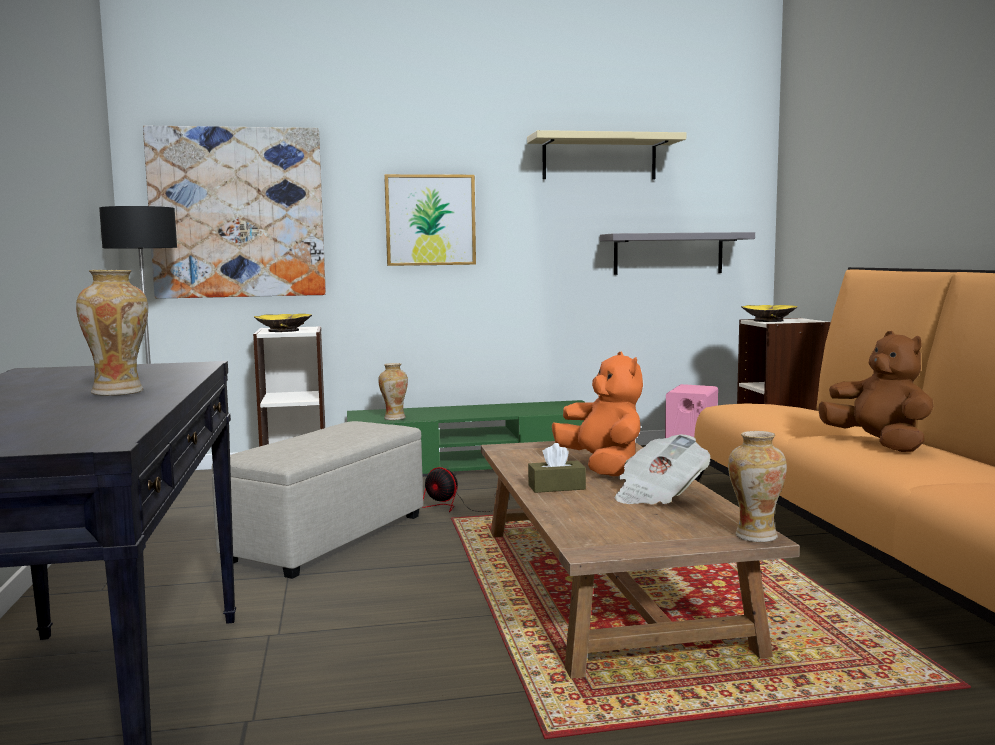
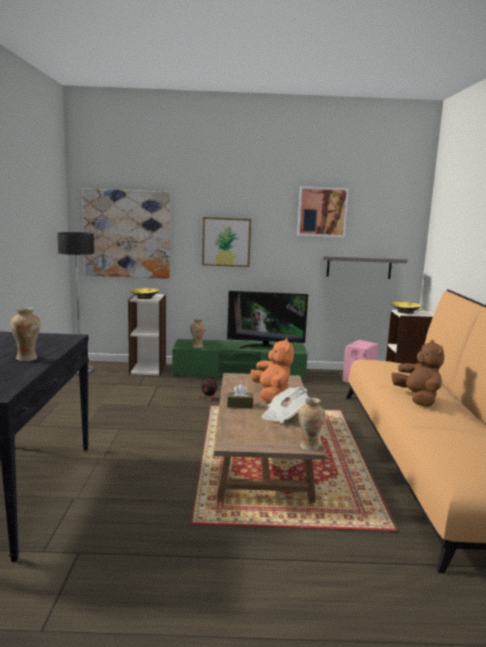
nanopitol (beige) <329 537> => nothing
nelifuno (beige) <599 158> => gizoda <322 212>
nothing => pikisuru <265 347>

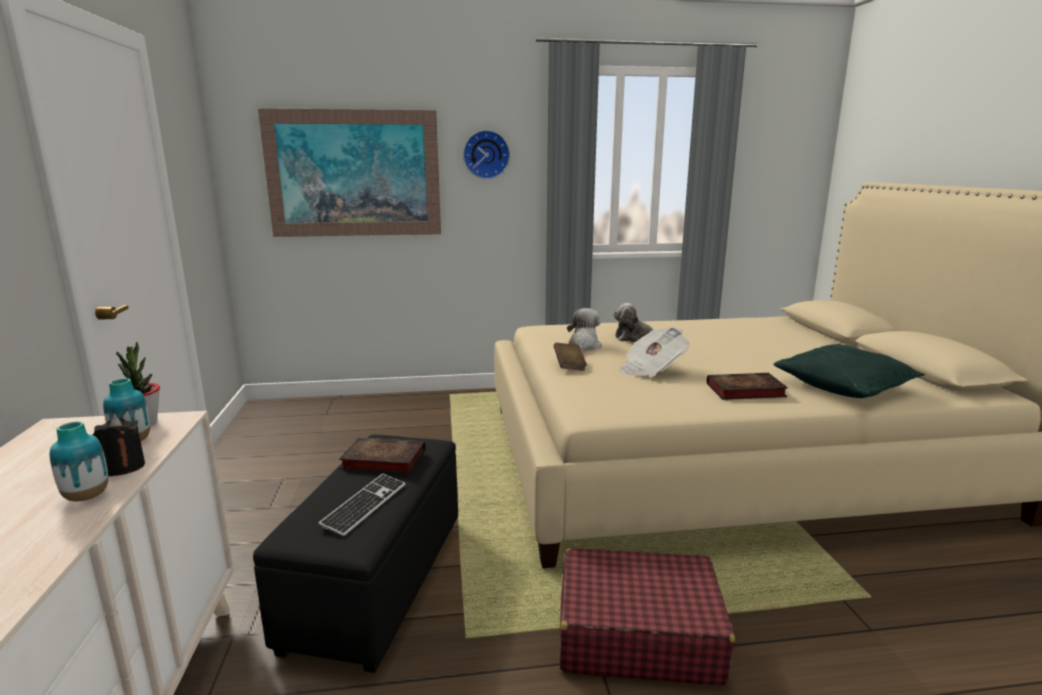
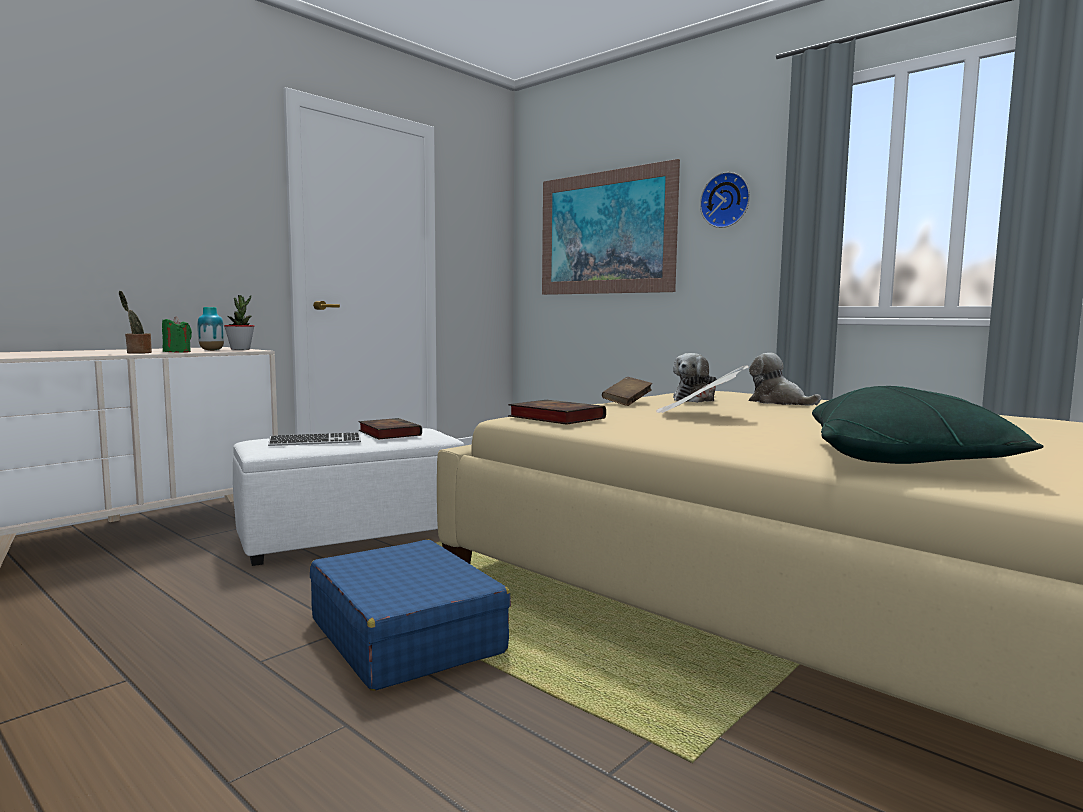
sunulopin <87 496> => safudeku <137 353>
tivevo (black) <123 467> => tivevo (green) <177 352>
nanopitol (black) <378 579> => nanopitol (white) <354 536>
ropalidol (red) <637 633> => ropalidol (blue) <406 635>
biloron <583 346> => biloron <695 399>, 150 degrees clockwise
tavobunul <743 391> => tavobunul <553 418>, relocated

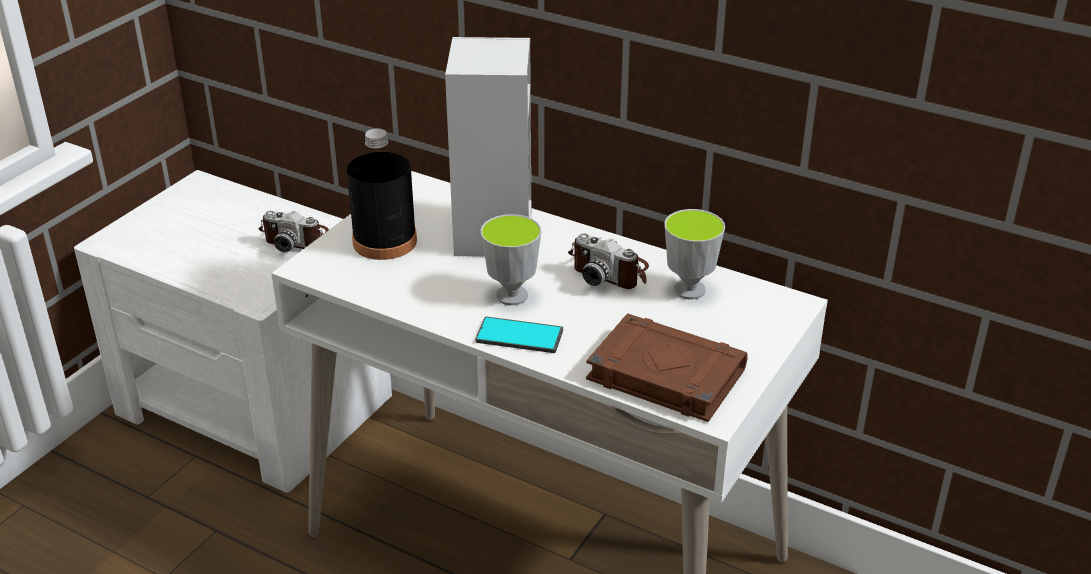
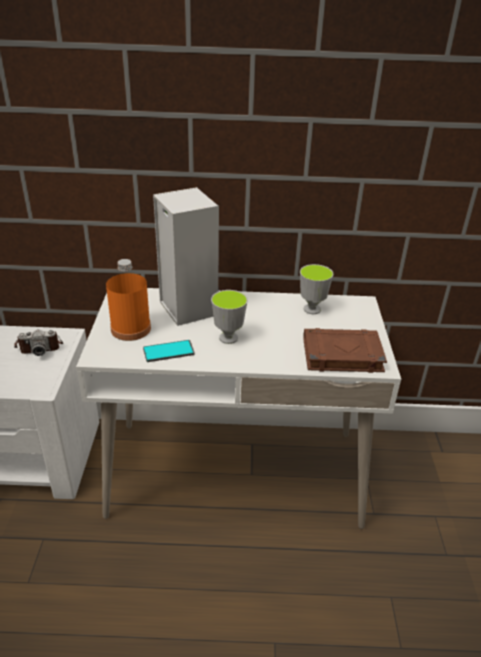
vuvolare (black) <385 242> => vuvolare (orange) <131 329>
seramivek <519 336> => seramivek <168 351>, relocated
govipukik <610 271> => nothing

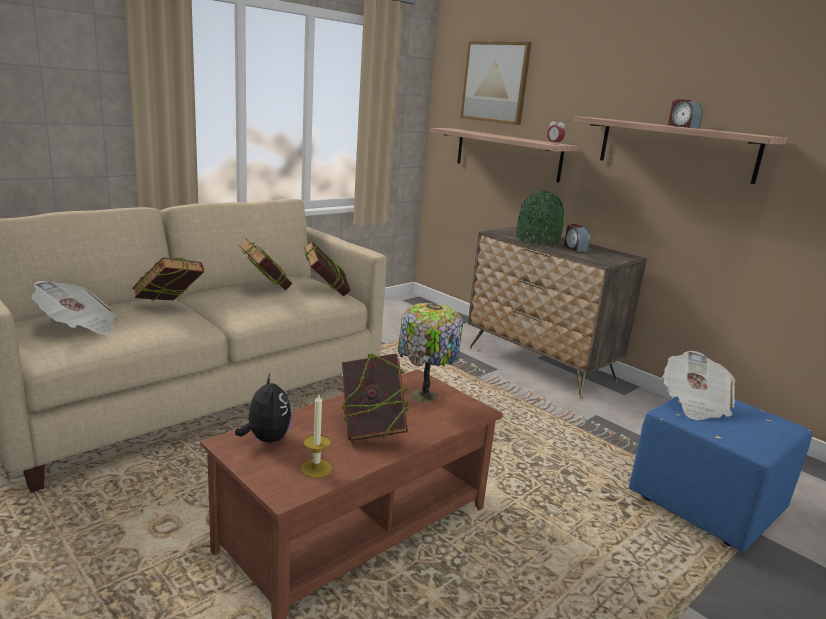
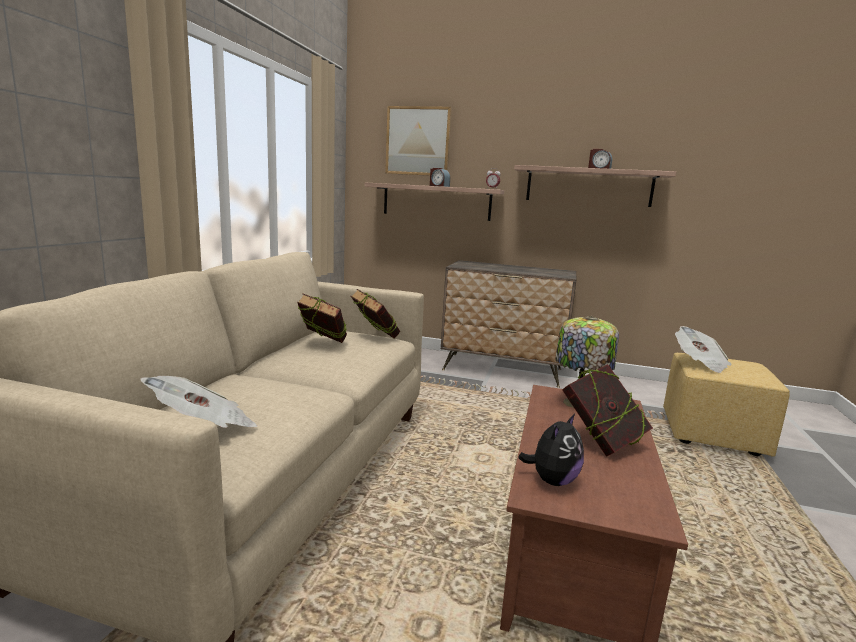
tavobunul <169 307> => nothing
biloron <266 439> => biloron <552 480>, 90 degrees clockwise
tivevo <316 468> => nothing
sunulopin (green) <537 240> => nothing
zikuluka <575 248> => zikuluka <439 186>, relocated
nanopitol (blue) <707 504> => nanopitol (yellow) <712 434>

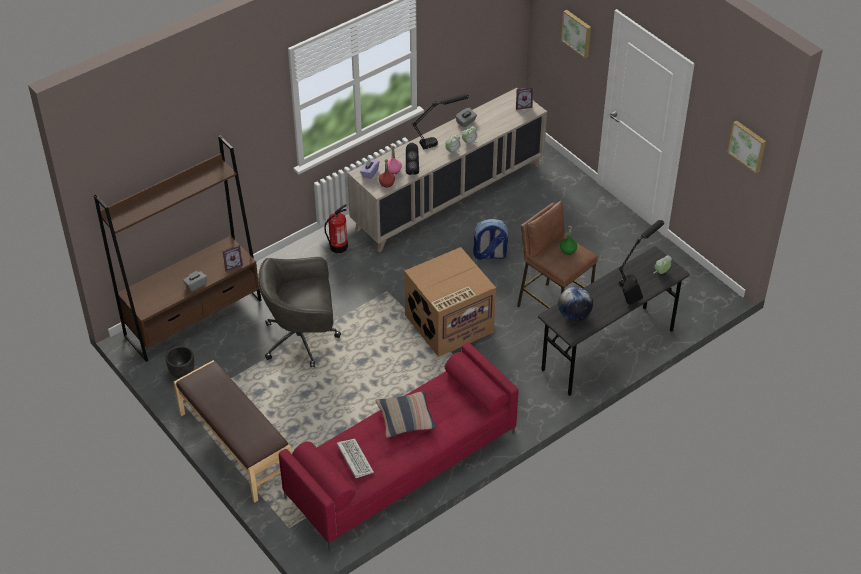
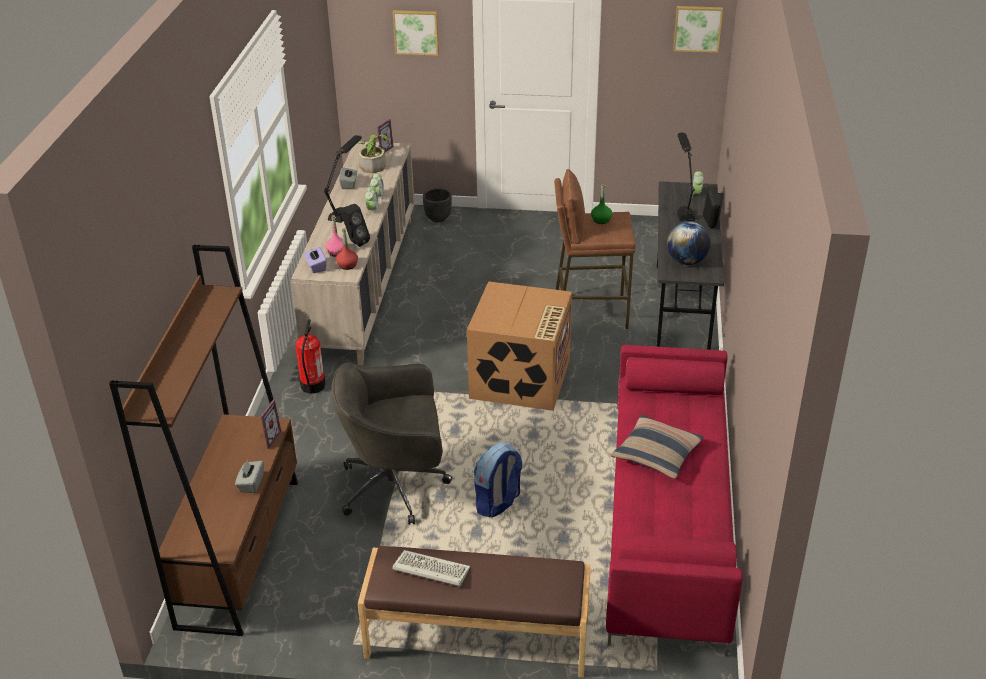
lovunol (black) <182 372> => lovunol (black) <437 218>, relocated
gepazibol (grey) <302 339> => gepazibol (grey) <396 486>, 45 degrees clockwise
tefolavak <353 458> => tefolavak <429 570>, relocated
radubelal <489 255> => radubelal <498 503>, relocated
nothing => safudeku <373 165>

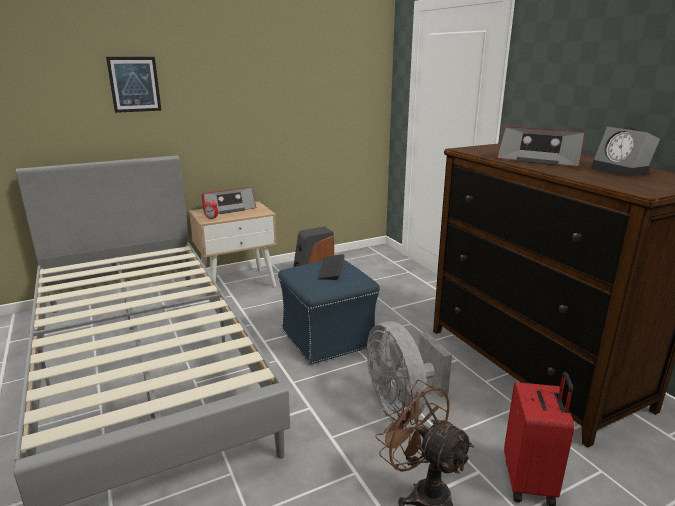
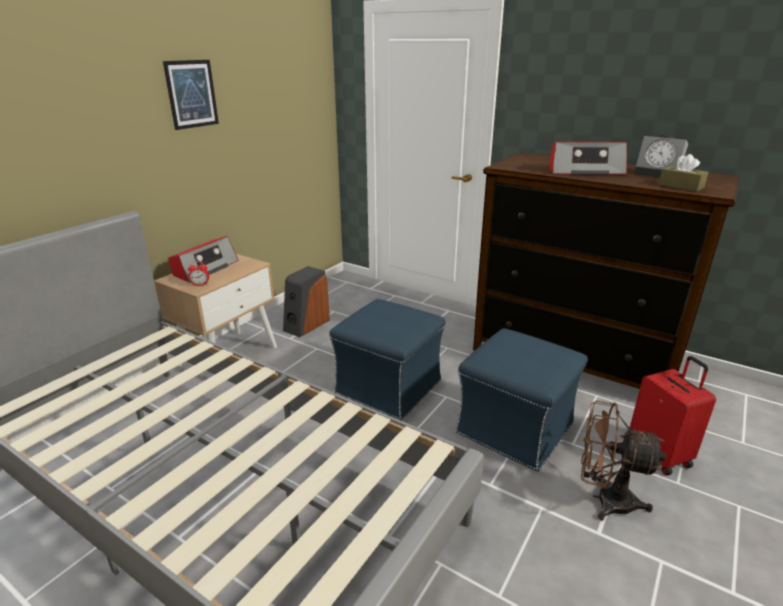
gizoda <134 84> => gizoda <192 94>, relocated
tefolavak <331 268> => nothing
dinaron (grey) <402 405> => nanopitol (blue) <516 429>
nothing => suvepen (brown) <681 186>

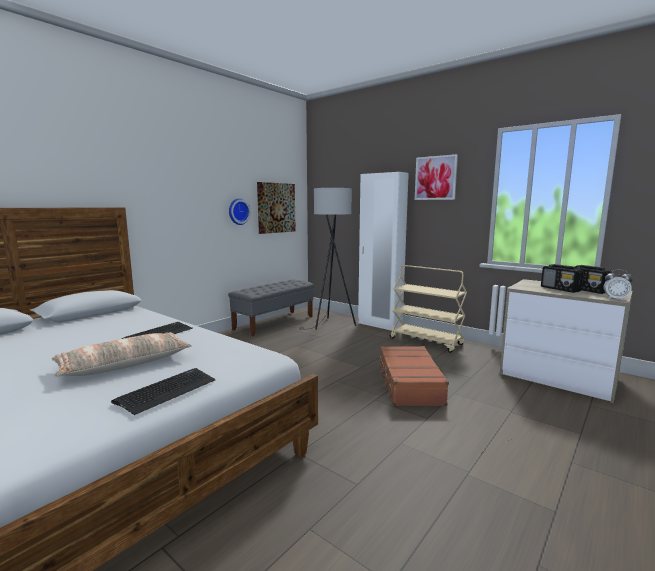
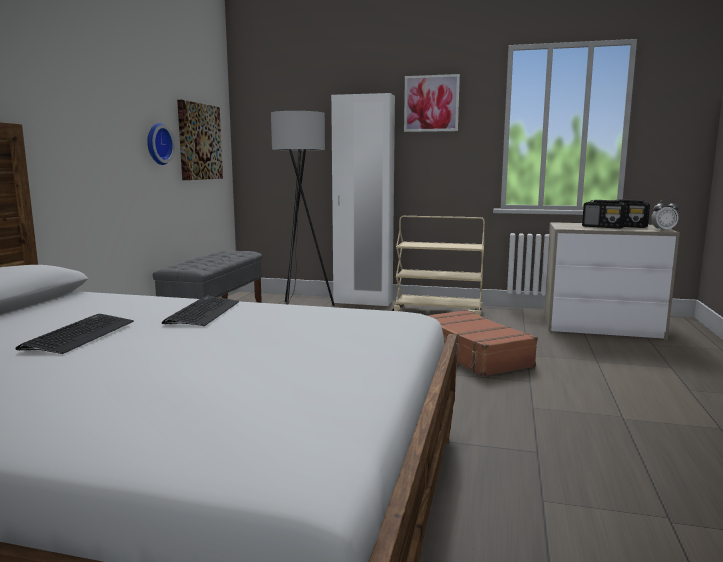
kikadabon <125 364> => nothing
tefolavak <167 391> => tefolavak <79 335>, relocated

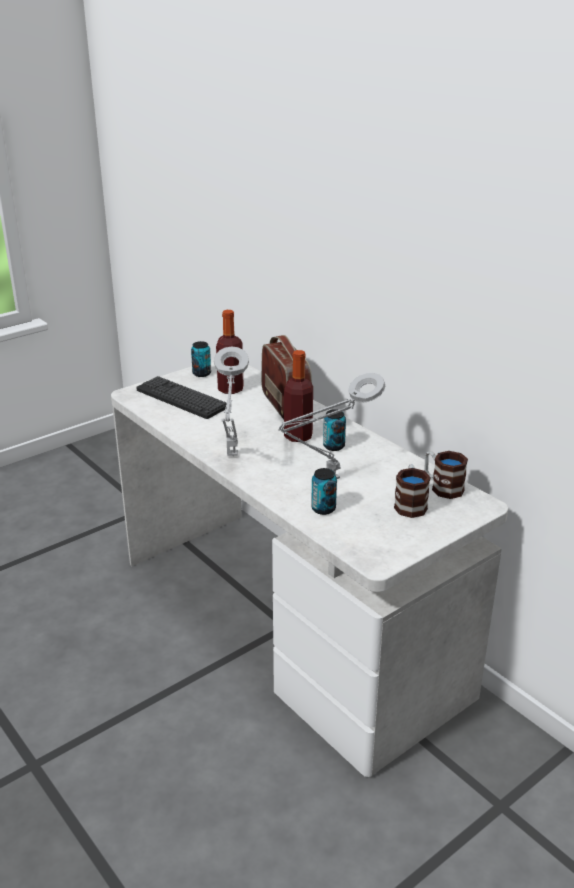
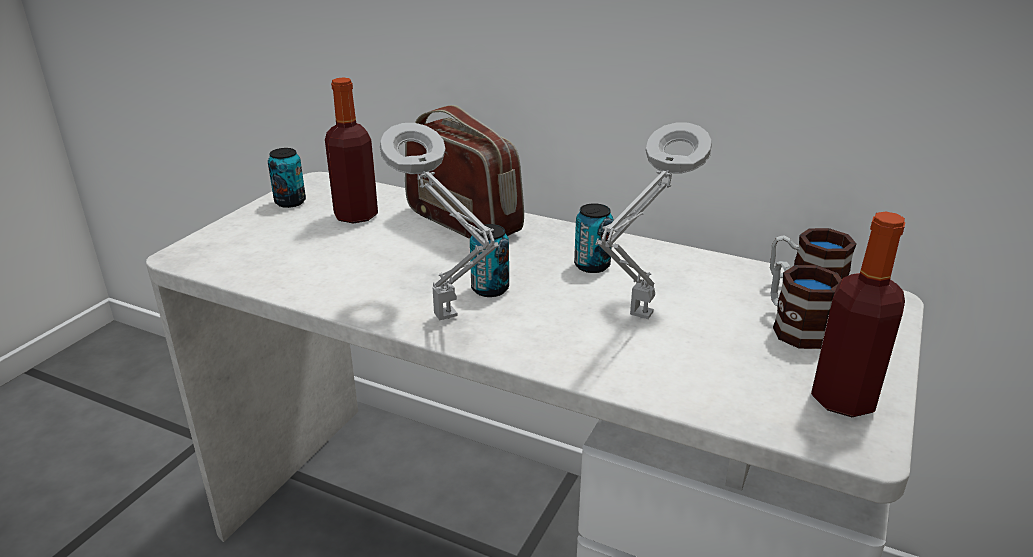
tefolavak <181 398> => nothing
vuvolare <298 436> => vuvolare <843 399>, relocated
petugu <323 509> => petugu <490 289>, relocated

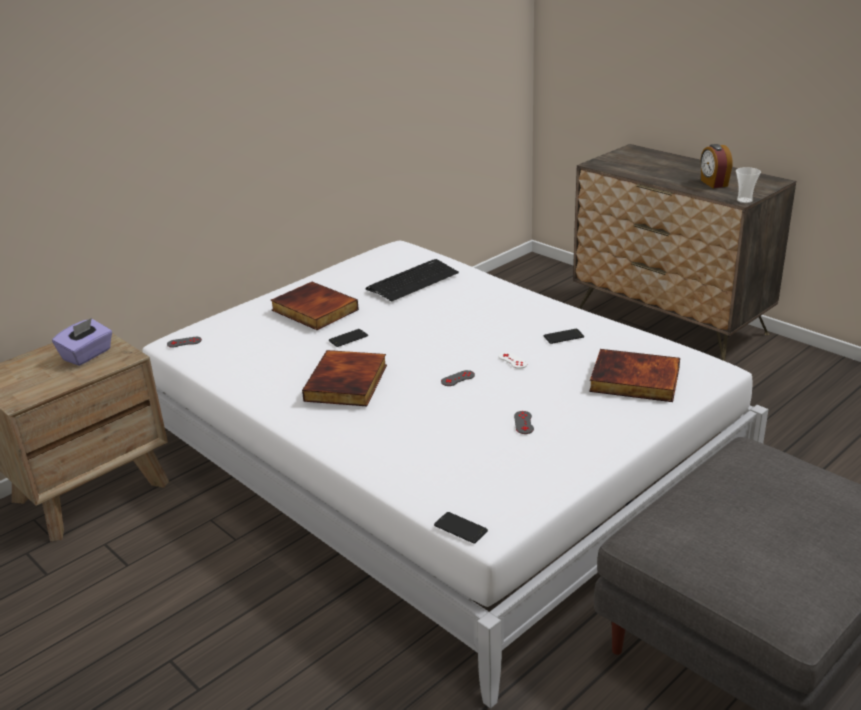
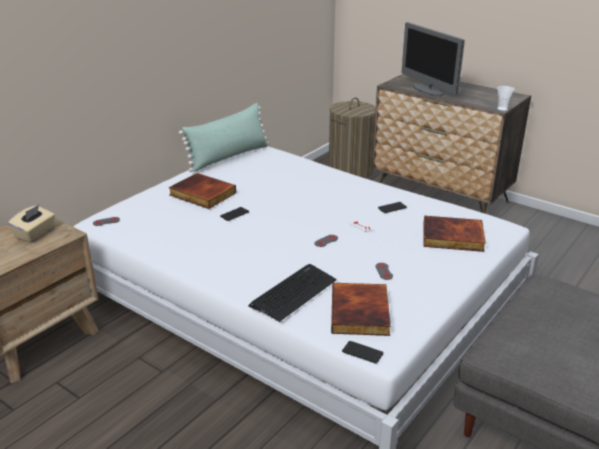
suvepen (purple) <87 355> => suvepen (beige) <35 234>
tavobunul <348 383> => tavobunul <361 313>, relocated
tefolavak <413 281> => tefolavak <293 293>, relocated
zikuluka <713 183> => nothing
nothing => kikadabon (green) <228 157>
nothing => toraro <350 171>
nothing => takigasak <428 90>

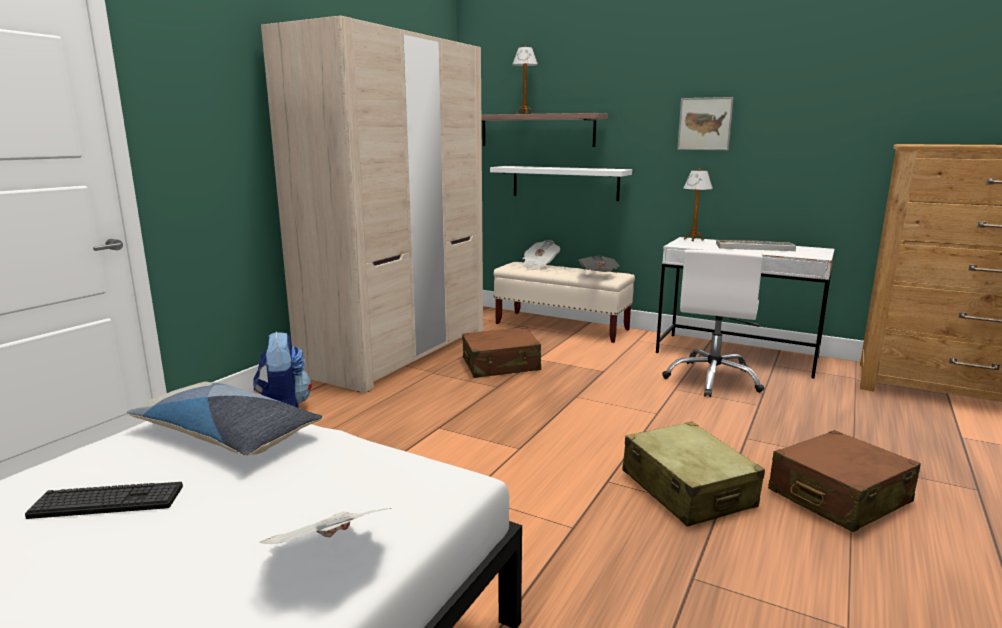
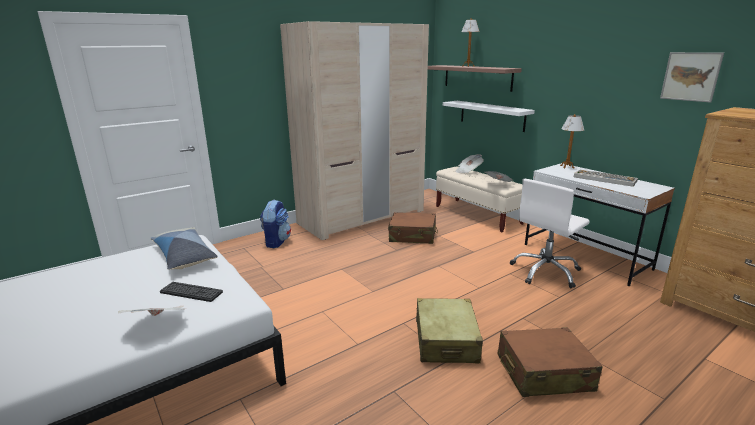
tefolavak <107 501> => tefolavak <191 292>, relocated
gizoda <704 124> => gizoda <690 76>, relocated

